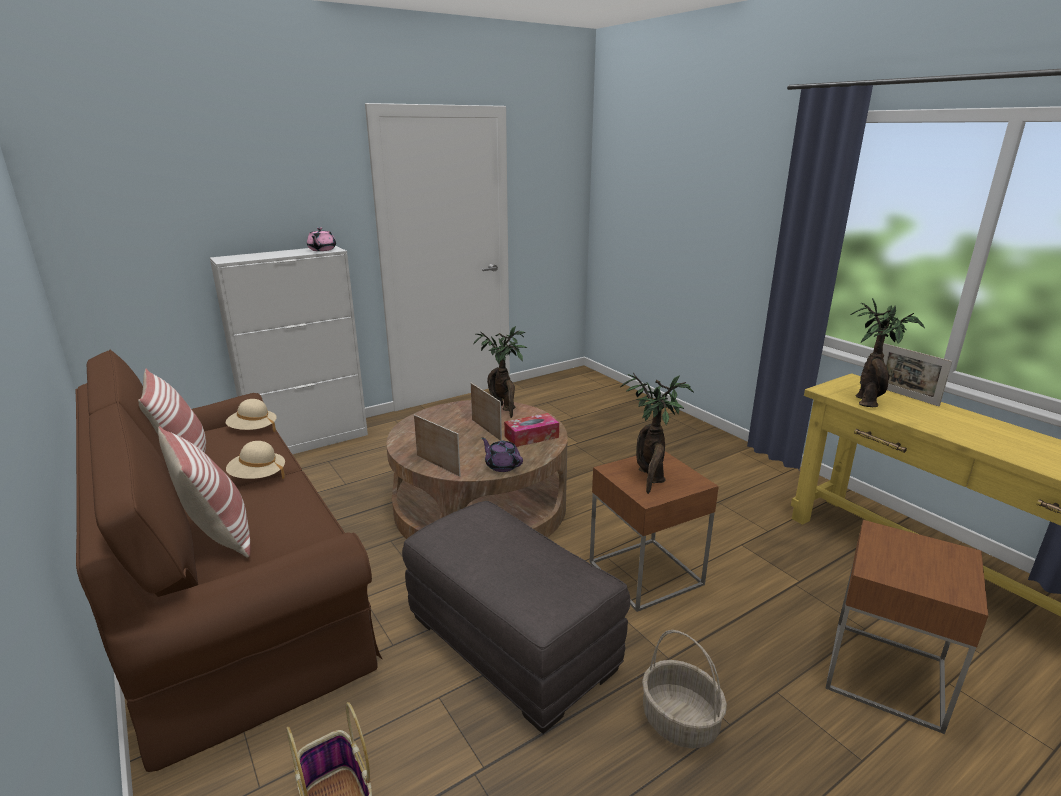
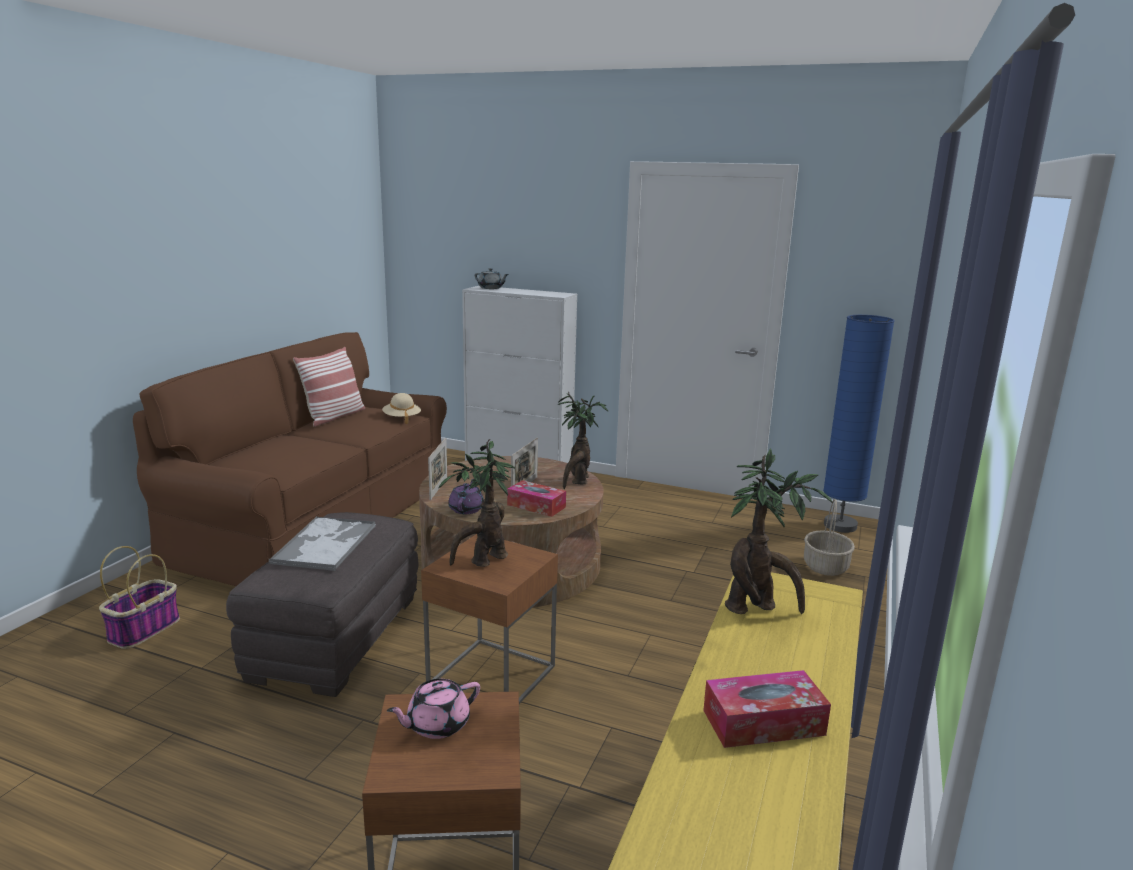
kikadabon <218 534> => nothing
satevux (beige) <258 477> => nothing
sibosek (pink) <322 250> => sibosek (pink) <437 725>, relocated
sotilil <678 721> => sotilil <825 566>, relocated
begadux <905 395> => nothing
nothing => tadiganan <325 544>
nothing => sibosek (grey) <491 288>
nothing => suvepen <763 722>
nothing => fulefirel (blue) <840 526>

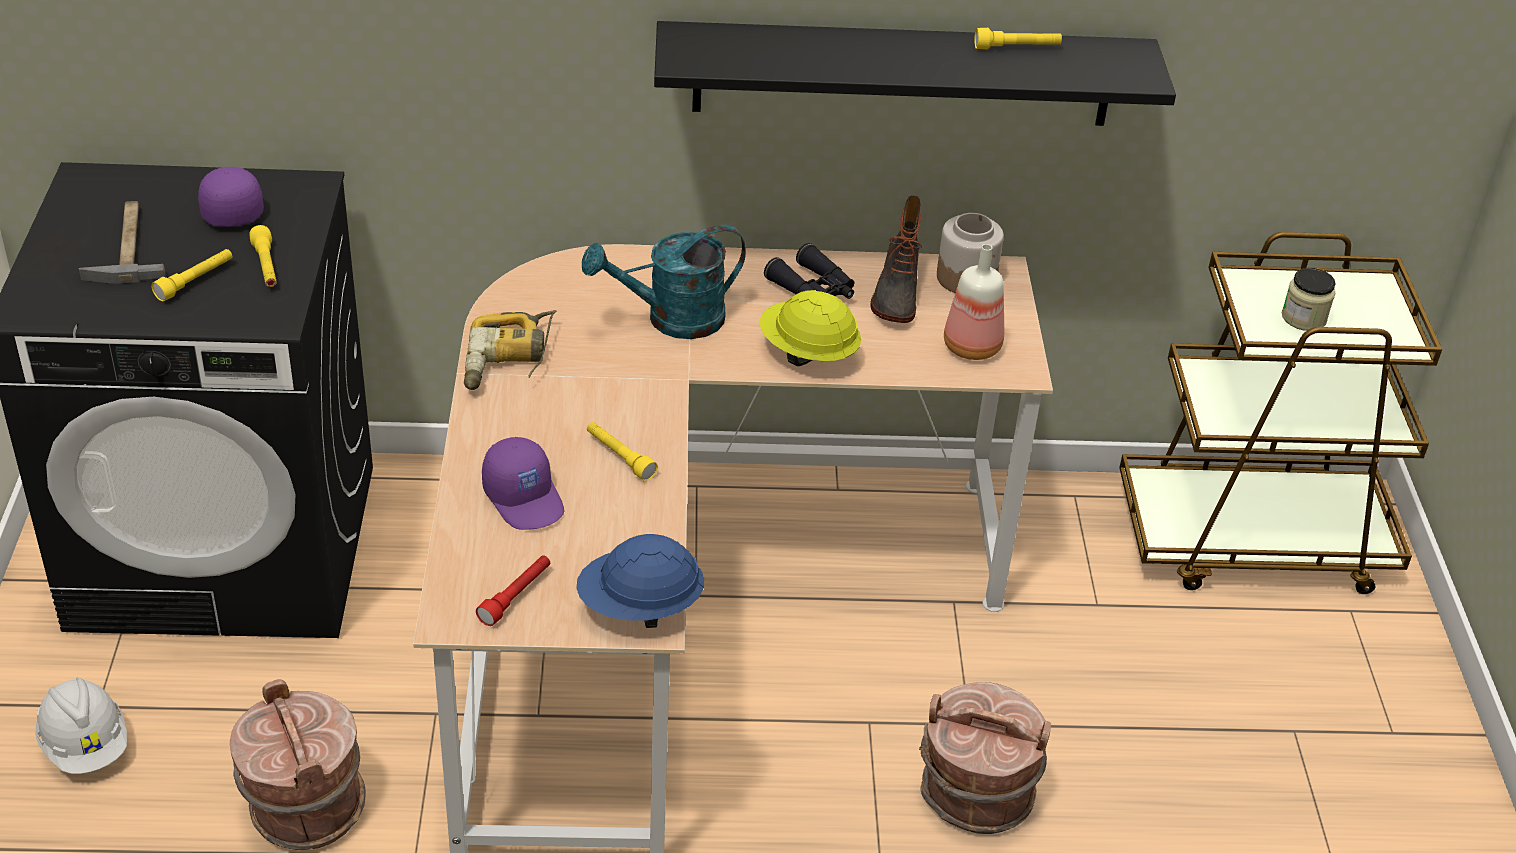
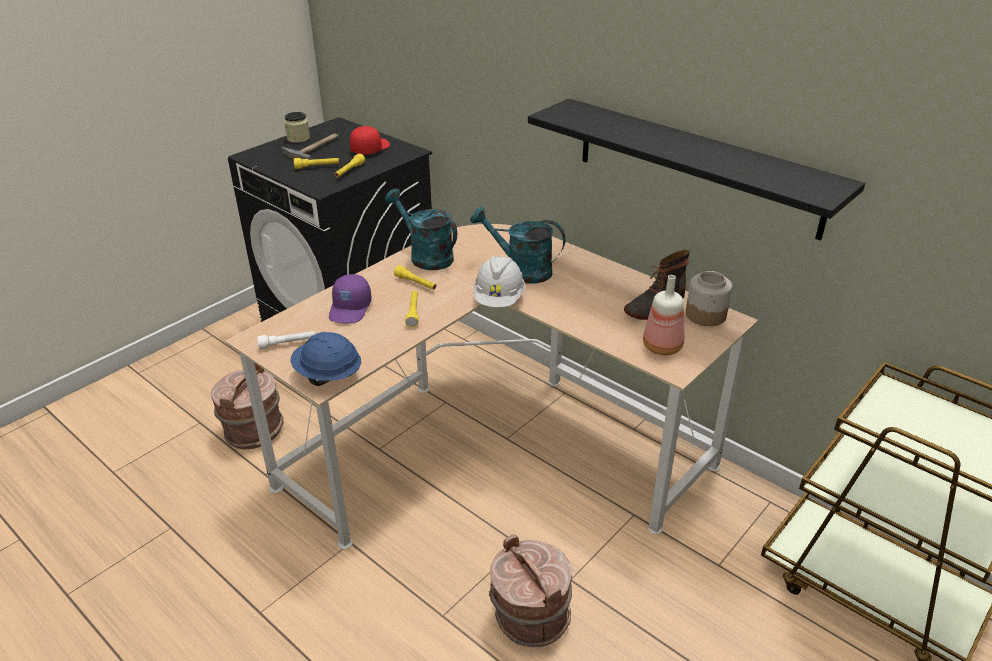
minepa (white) <86 745> => minepa (white) <499 299>, relocated
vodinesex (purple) <231 207> => vodinesex (red) <370 149>
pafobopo <509 360> => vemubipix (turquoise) <425 256>
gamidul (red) <516 596> => gamidul (white) <288 344>
minepa (yellow) <807 353> => nothing
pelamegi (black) <814 289> => nothing
gamidul (yellow) <1017 48> => gamidul (yellow) <416 284>, relocated
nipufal <1303 318> => nipufal <298 138>, relocated

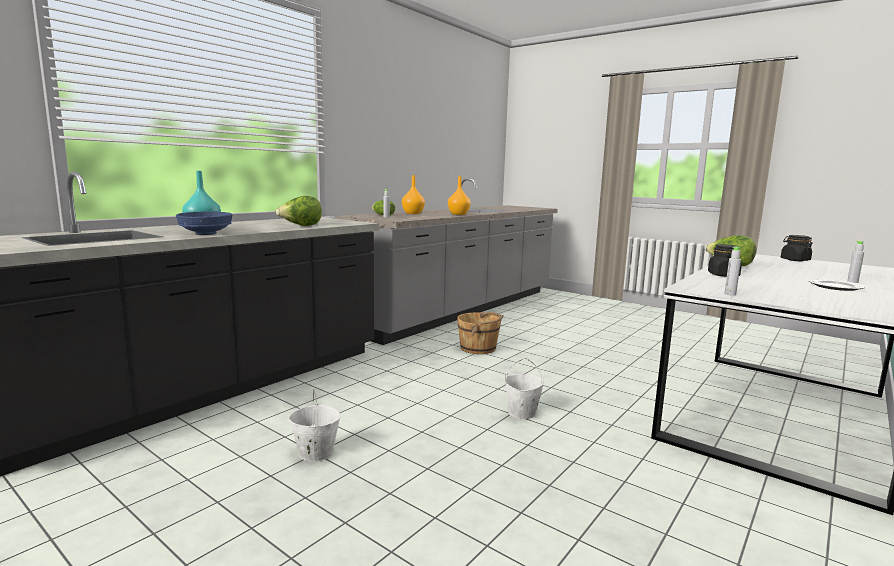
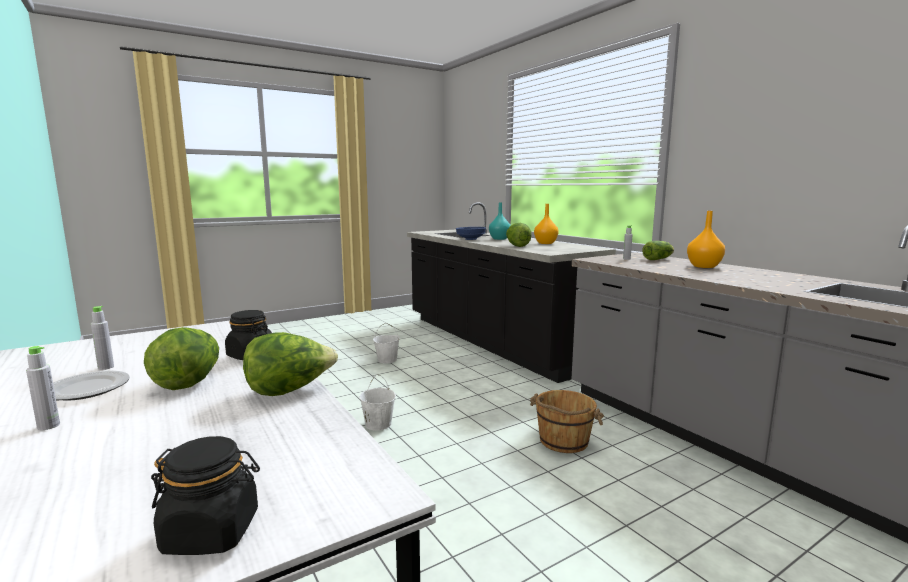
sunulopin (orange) <458 214> => sunulopin (orange) <546 243>, relocated
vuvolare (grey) <730 294> => vuvolare (grey) <106 367>, relocated
nothing => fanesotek <189 382>

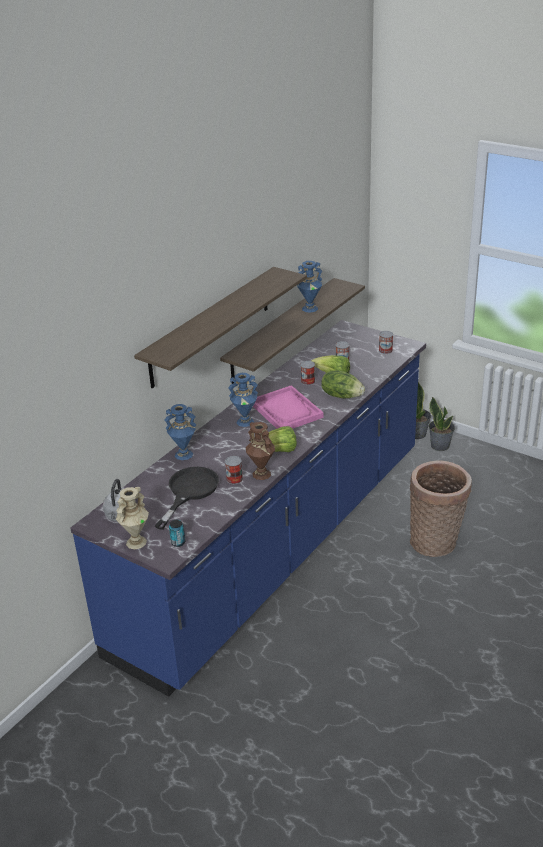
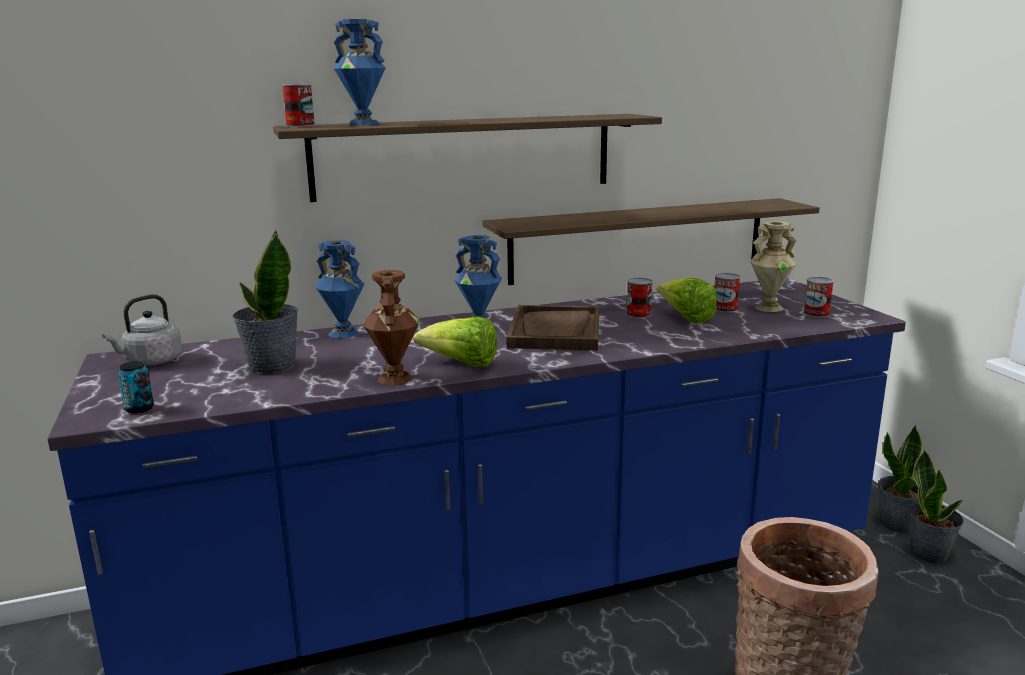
sunulopin (beige) <136 542> => sunulopin (beige) <768 307>, relocated
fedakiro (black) <189 491> => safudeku <271 366>
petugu <234 479> => petugu <300 125>, relocated
tadiganan (pink) <286 411> => tadiganan (brown) <555 331>
sunulopin (blue) <310 308> => sunulopin (blue) <364 123>, relocated
fanesotek <341 395> => nothing

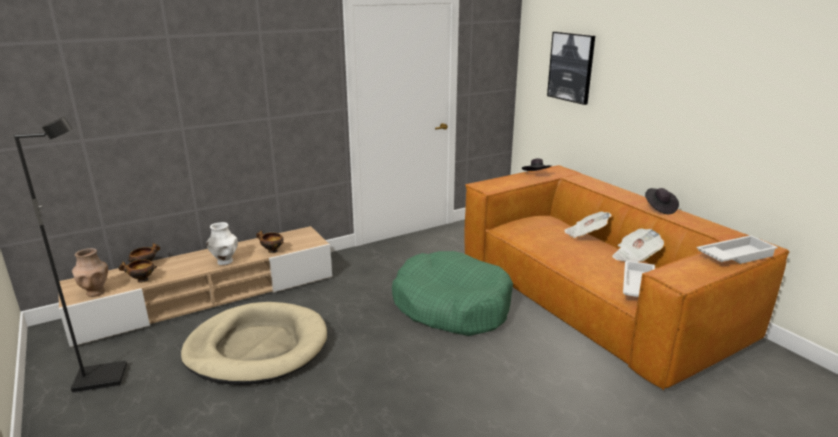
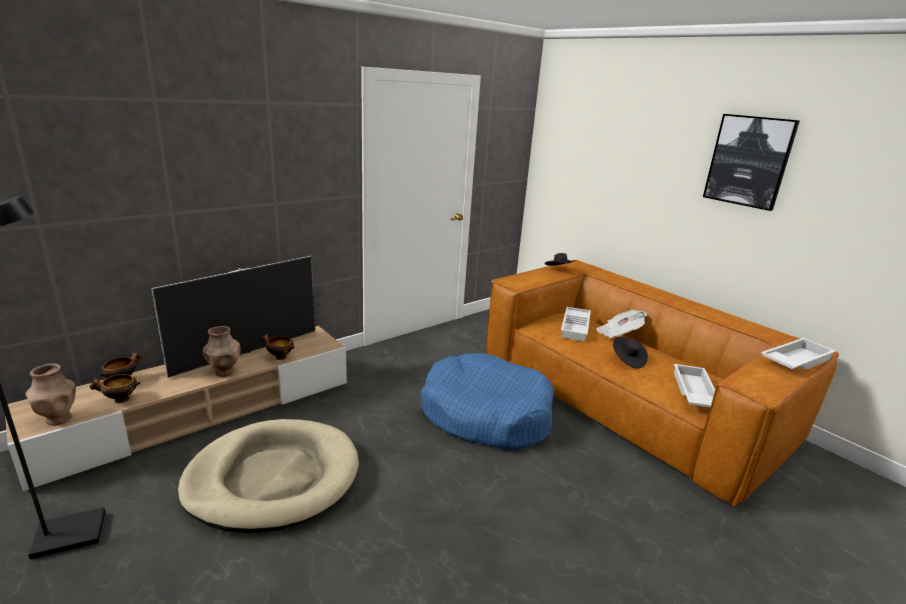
sunulopin (white) <225 262> => sunulopin (brown) <224 372>
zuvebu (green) <451 306> => zuvebu (blue) <486 414>
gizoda <571 67> => gizoda <749 161>, relocated
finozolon <635 257> => nothing
satevux (black) <659 208> => satevux (black) <627 360>, relocated
nothing => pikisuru <247 352>
nothing => tadiganan (white) <576 327>

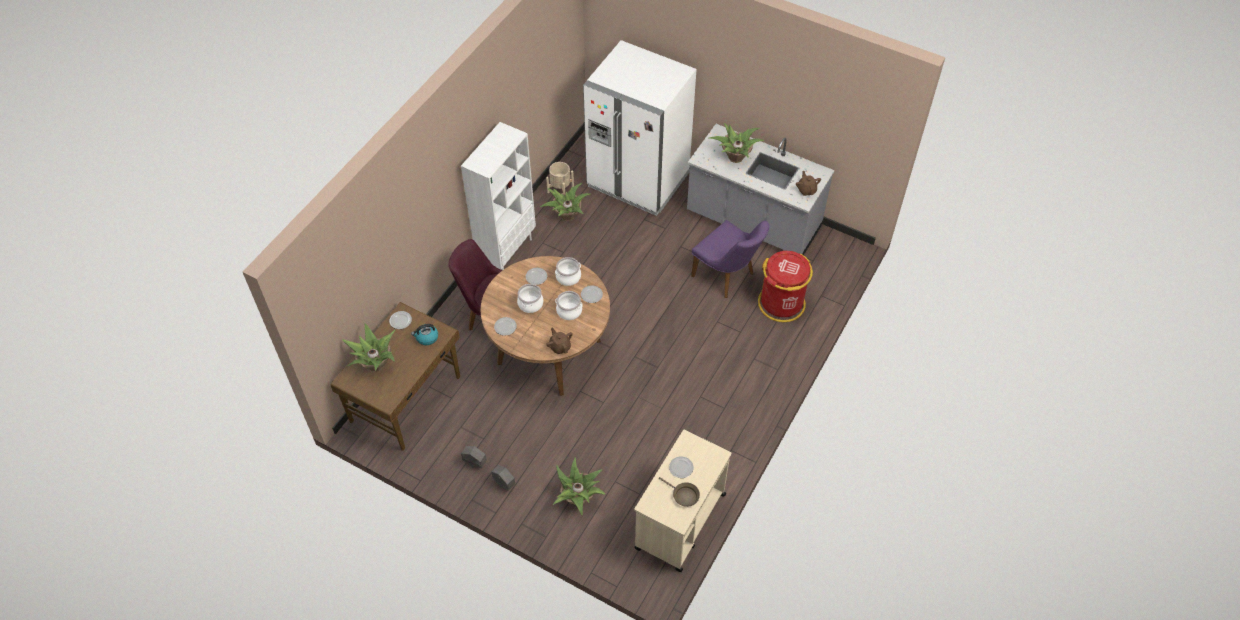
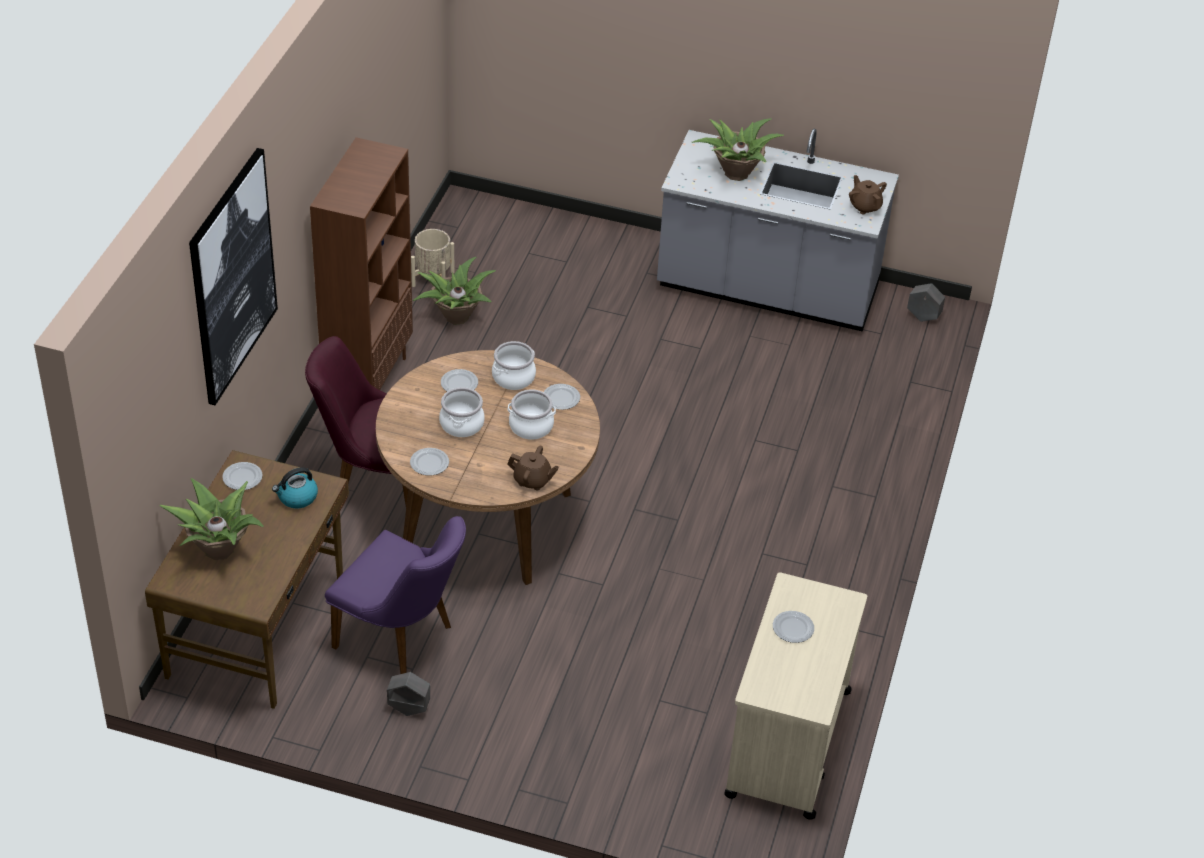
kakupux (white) <507 251> => kakupux (brown) <368 381>
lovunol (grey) <504 484> => lovunol (grey) <923 317>, relocated
sibosek (brown) <560 347> => sibosek (brown) <532 480>, 150 degrees clockwise
safudeku <578 498> => nothing
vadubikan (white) <638 180> => nothing
fedakiro (brown) <683 495> => nothing
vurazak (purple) <727 277> => vurazak (purple) <402 640>, relocated
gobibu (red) <781 303> => nothing
nothing => gizoda <232 276>

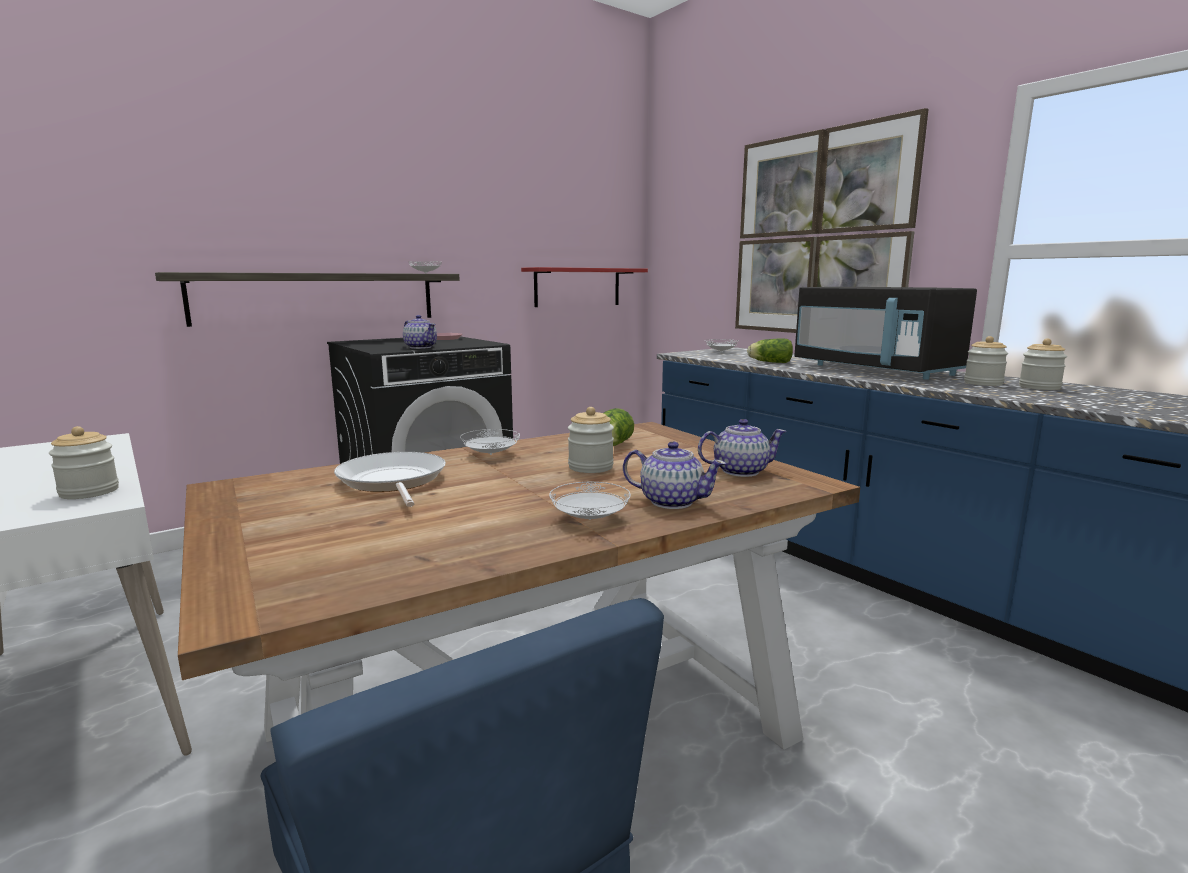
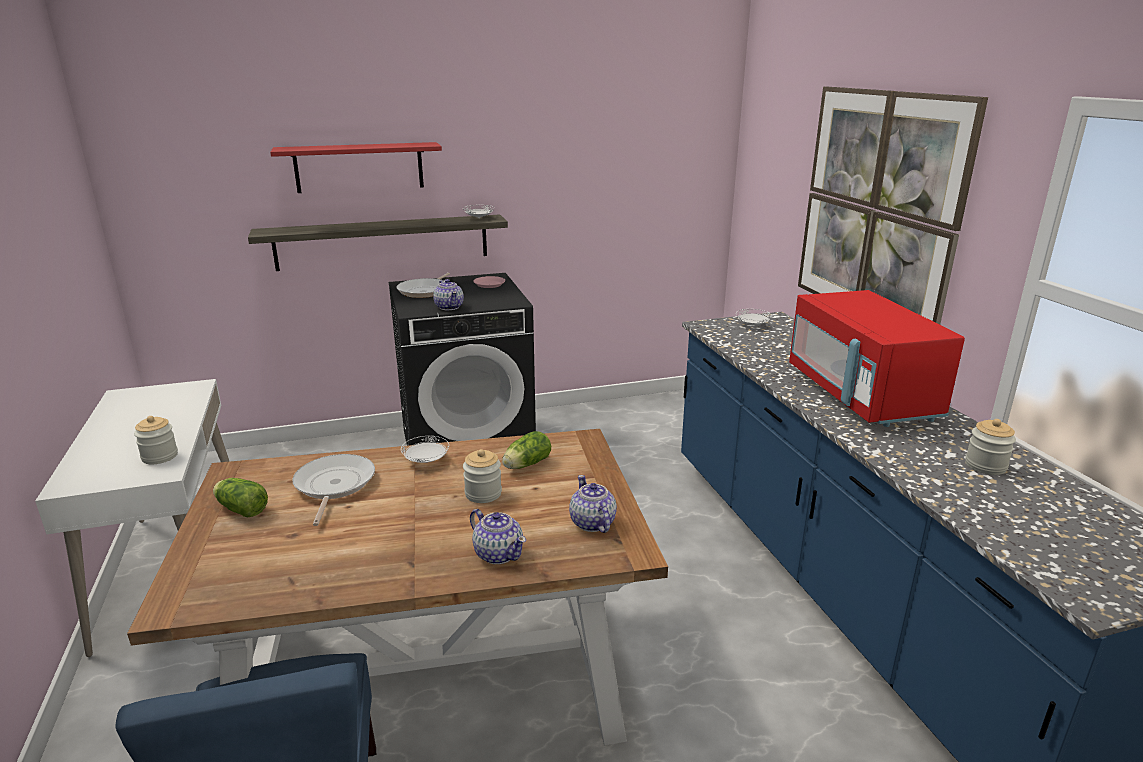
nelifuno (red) <577 287> => nelifuno (red) <359 167>, relocated
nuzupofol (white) <590 520> => nothing
sibosek <739 471> => sibosek <592 523>, 120 degrees counterclockwise
fanesotek <769 362> => fanesotek <240 508>, relocated
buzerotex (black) <875 370> => buzerotex (red) <860 395>
nipufal <983 383> => nothing
nothing => fedakiro <425 291>

